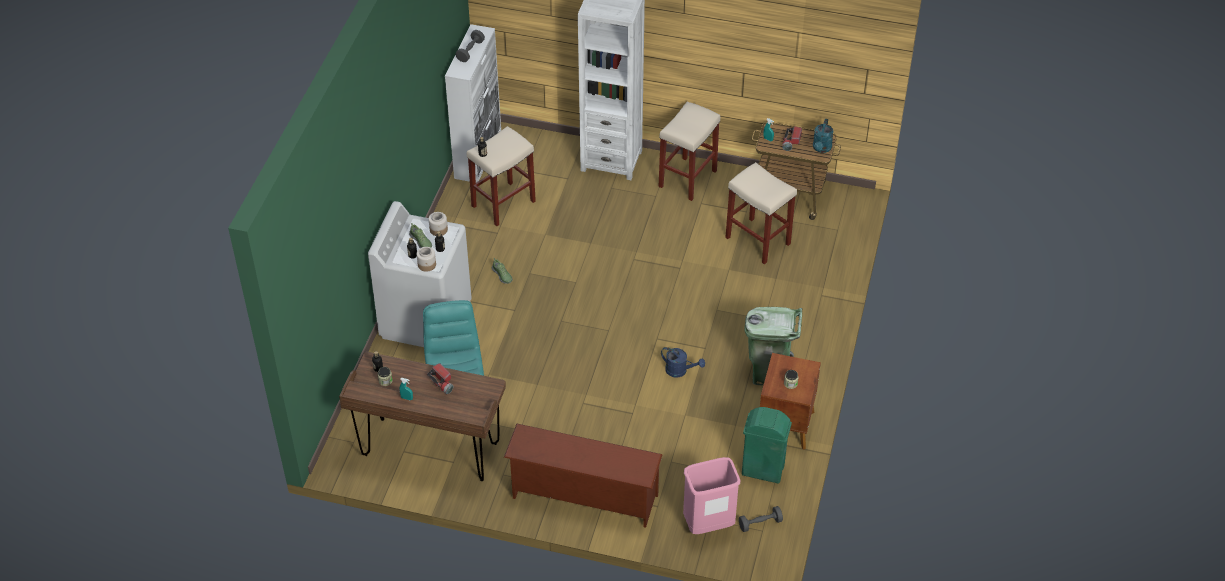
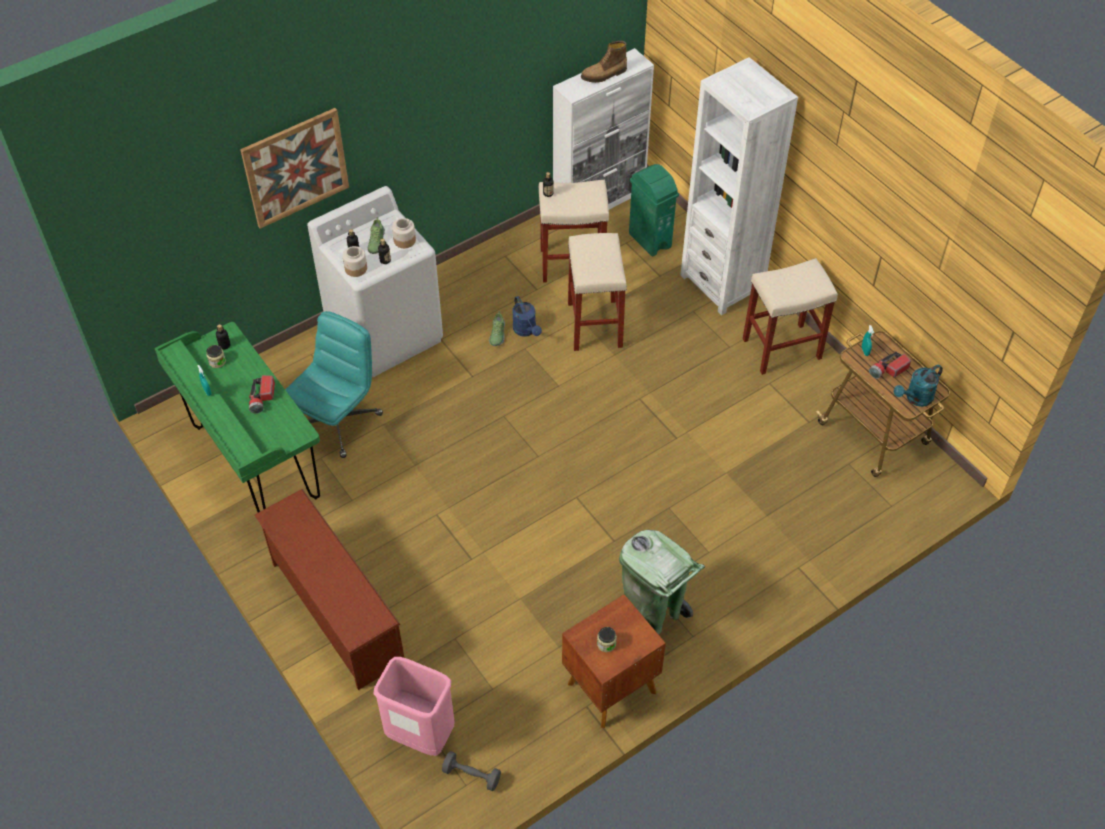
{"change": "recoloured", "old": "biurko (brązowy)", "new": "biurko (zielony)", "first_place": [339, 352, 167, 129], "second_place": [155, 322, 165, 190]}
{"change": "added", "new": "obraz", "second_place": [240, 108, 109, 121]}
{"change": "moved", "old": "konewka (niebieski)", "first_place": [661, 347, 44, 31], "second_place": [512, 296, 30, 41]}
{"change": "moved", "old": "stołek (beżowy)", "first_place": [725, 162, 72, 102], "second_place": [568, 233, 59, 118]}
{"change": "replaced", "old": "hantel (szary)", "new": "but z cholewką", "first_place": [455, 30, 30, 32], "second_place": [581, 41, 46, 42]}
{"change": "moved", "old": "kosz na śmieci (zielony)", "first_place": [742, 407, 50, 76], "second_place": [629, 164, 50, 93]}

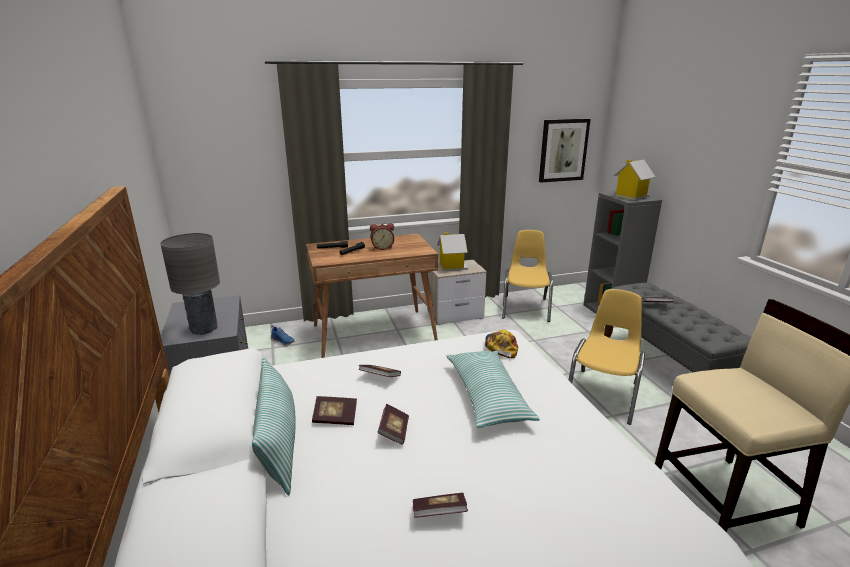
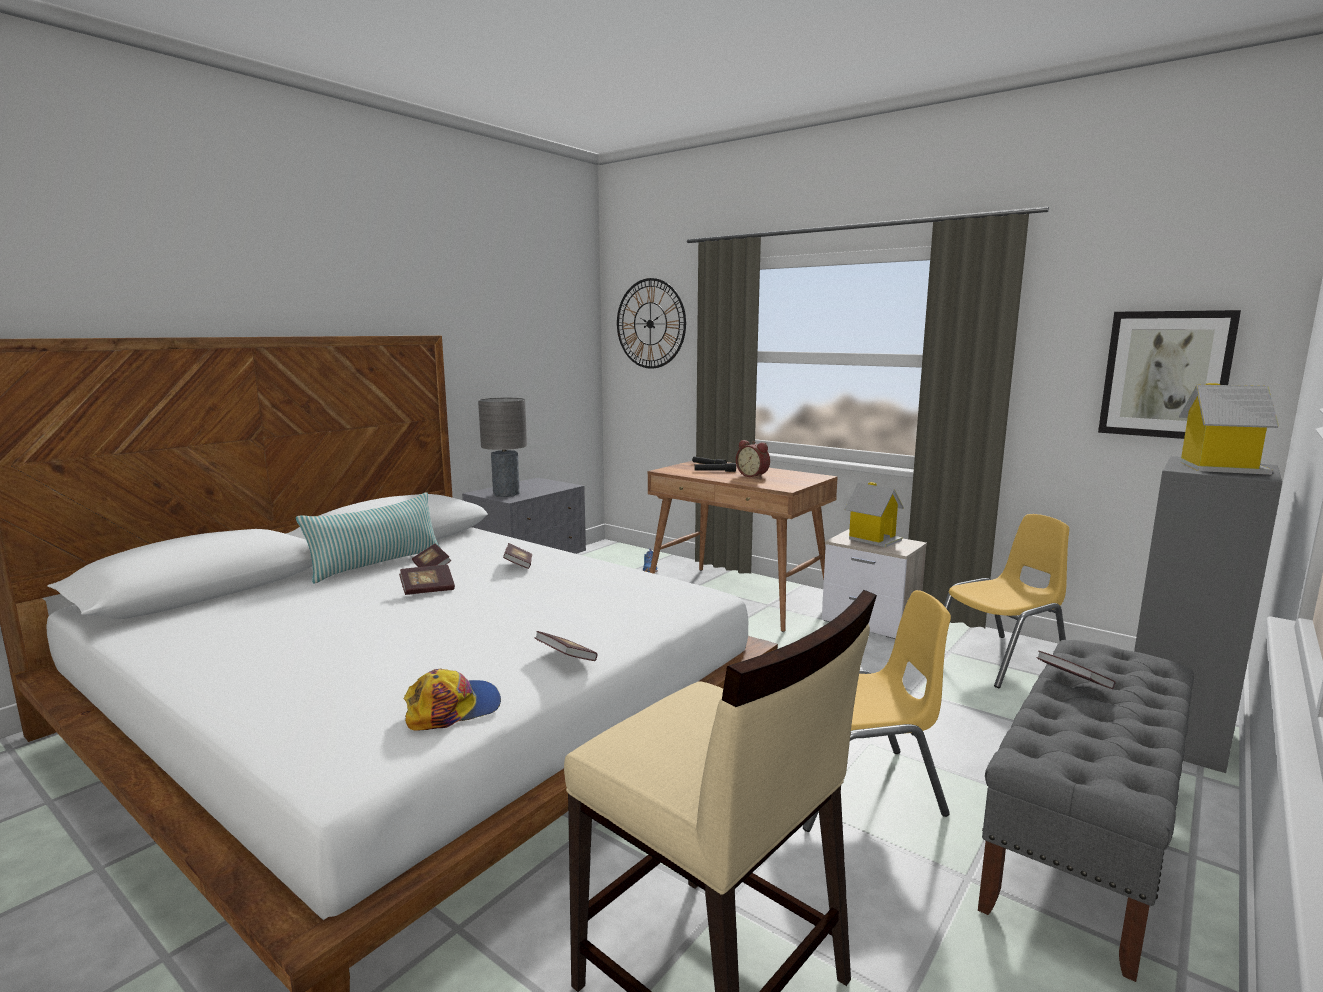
{"change": "moved", "old": "czapka z daszkiem", "first_place": [485, 330, 33, 28], "second_place": [404, 669, 97, 62]}
{"change": "moved", "old": "książka", "first_place": [413, 493, 55, 25], "second_place": [534, 631, 64, 30]}
{"change": "added", "new": "zegar ścienny", "second_place": [617, 278, 69, 91]}
{"change": "removed", "old": "poduszka", "first_place": [446, 351, 94, 77]}

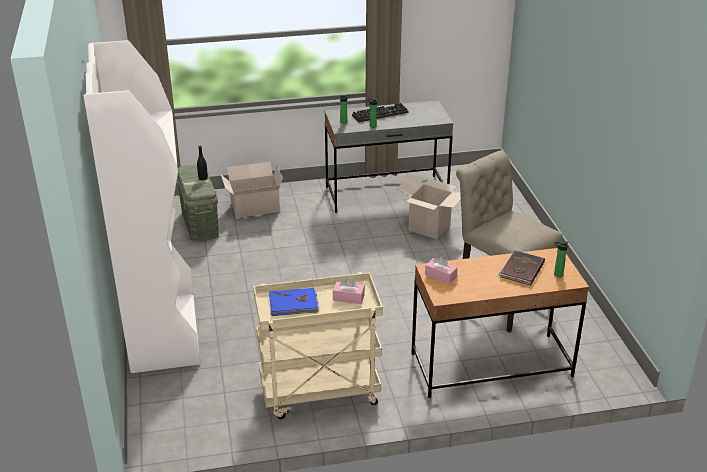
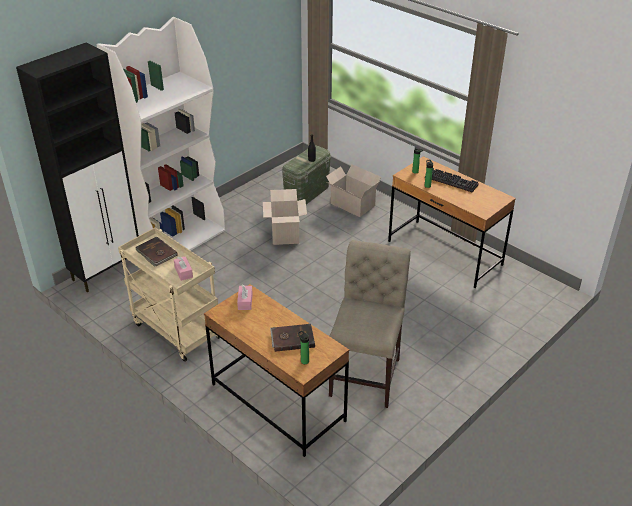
{"change": "added", "new": "szafka (czarny)", "second_place": [16, 42, 123, 250]}
{"change": "recoloured", "old": "książka (niebieski)", "new": "książka (brązowy)", "first_place": [269, 288, 50, 28], "second_place": [136, 236, 42, 31]}
{"change": "moved", "old": "karton", "first_place": [398, 175, 63, 64], "second_place": [263, 189, 44, 56]}
{"change": "recoloured", "old": "biurko (szary)", "new": "biurko (brązowy)", "first_place": [324, 100, 129, 113], "second_place": [388, 156, 128, 132]}

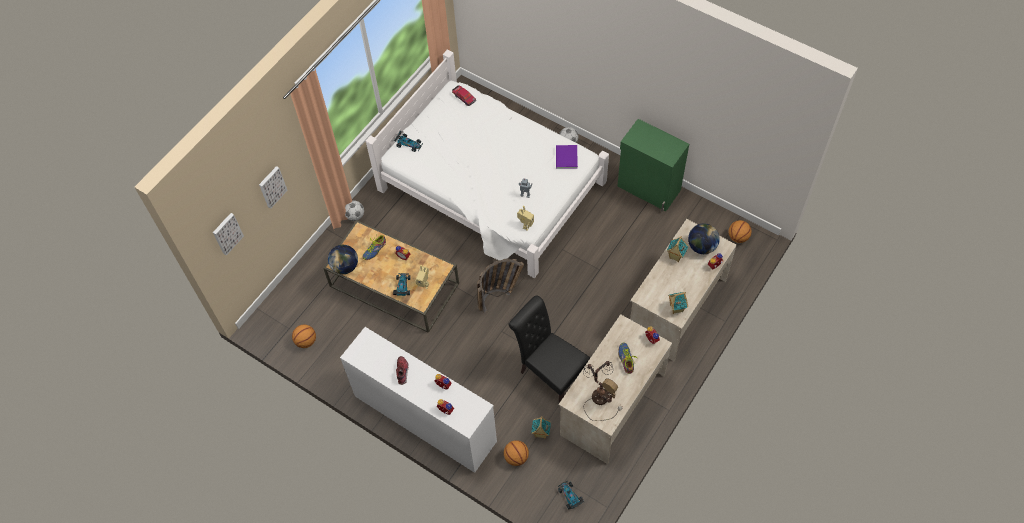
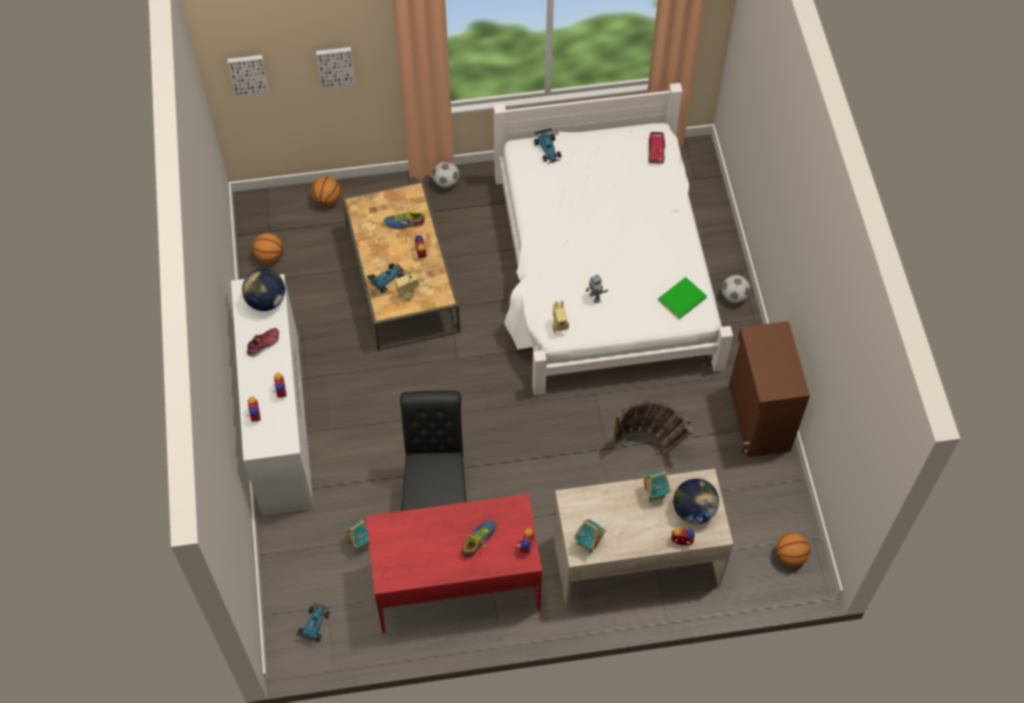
{"change": "moved", "old": "globus", "first_place": [328, 245, 30, 29], "second_place": [242, 268, 43, 43]}
{"change": "moved", "old": "piłka do koszykówki", "first_place": [504, 440, 25, 26], "second_place": [311, 176, 30, 30]}
{"change": "recoloured", "old": "biurko (beżowy)", "new": "biurko (czerwony)", "first_place": [559, 314, 113, 150], "second_place": [366, 494, 176, 139]}
{"change": "moved", "old": "koszyk", "first_place": [477, 258, 48, 56], "second_place": [613, 400, 80, 56]}
{"change": "recoloured", "old": "książka (fioletowy)", "new": "książka (zielony)", "first_place": [556, 145, 22, 24], "second_place": [658, 277, 49, 43]}
{"change": "recoloured", "old": "szafka (zielony)", "new": "szafka (brązowy)", "first_place": [617, 119, 72, 92], "second_place": [729, 321, 81, 136]}
{"change": "removed", "old": "lampa stołowa", "first_place": [583, 361, 40, 60]}

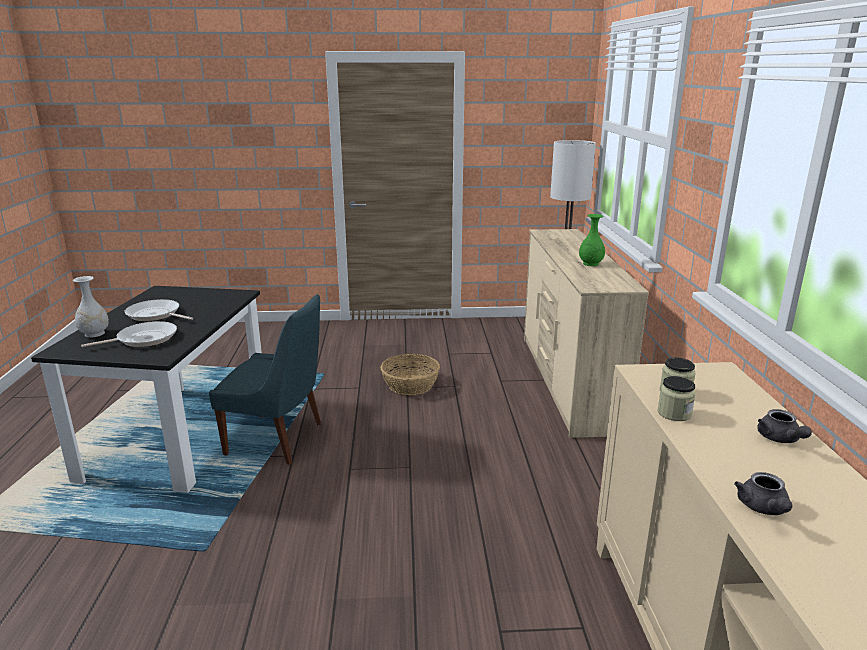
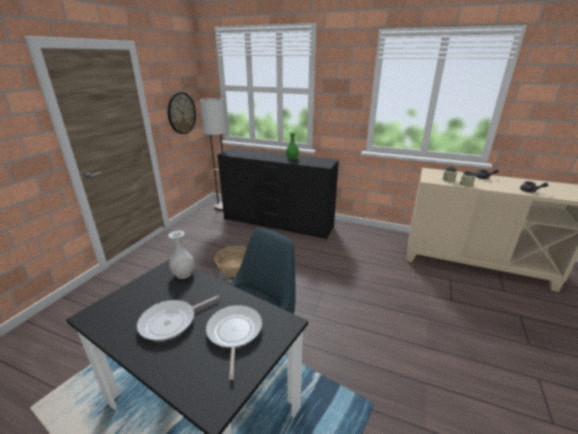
{"change": "added", "new": "zegar ścienny", "second_place": [168, 92, 28, 42]}
{"change": "moved", "old": "wazon (biały)", "first_place": [73, 276, 36, 62], "second_place": [168, 231, 27, 48]}
{"change": "recoloured", "old": "komoda (beżowy)", "new": "komoda (czarny)", "first_place": [524, 229, 125, 209], "second_place": [217, 148, 122, 91]}

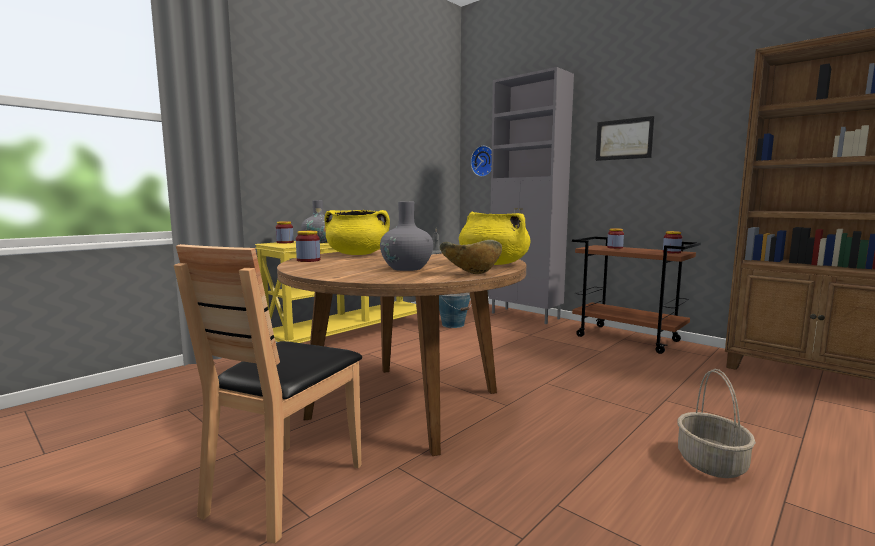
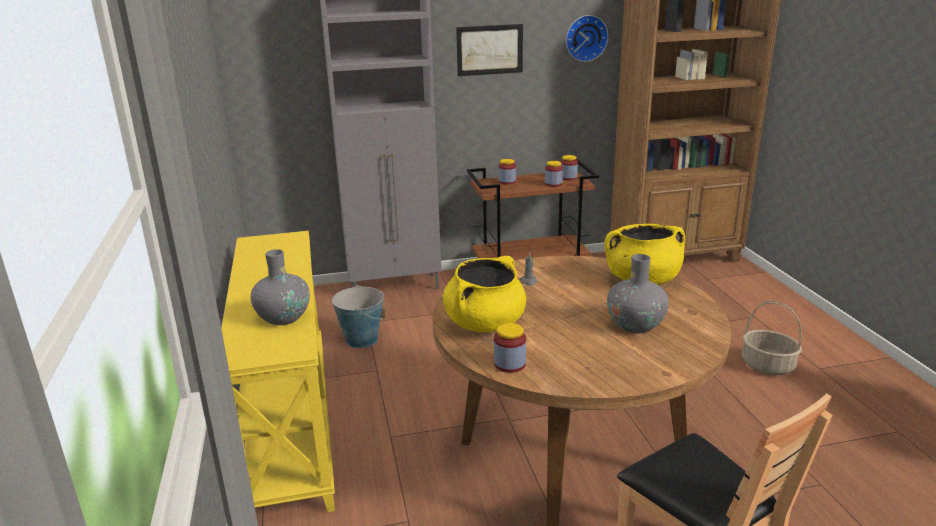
{"change": "moved", "old": "słoik", "first_place": [276, 221, 18, 22], "second_place": [545, 161, 18, 26]}
{"change": "moved", "old": "zegar ścienny", "first_place": [471, 146, 21, 31], "second_place": [566, 15, 43, 47]}
{"change": "removed", "old": "miska", "first_place": [440, 240, 62, 34]}

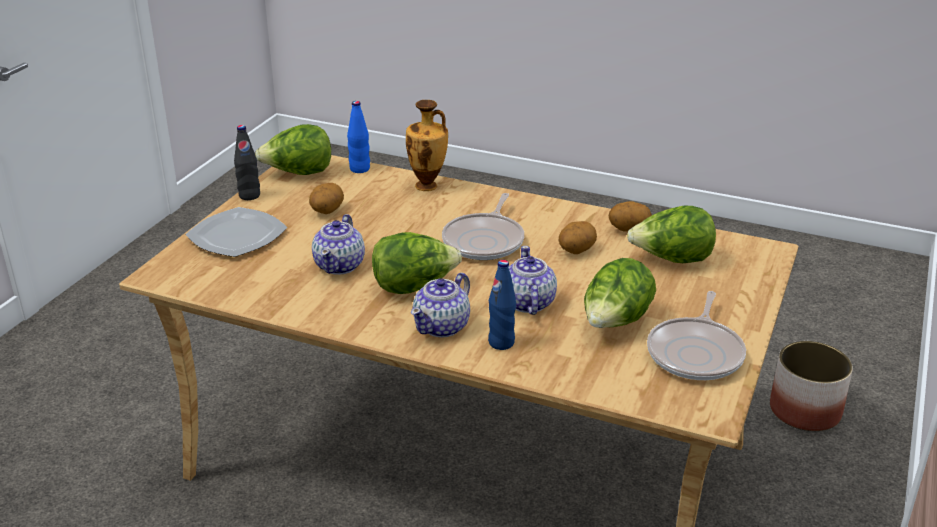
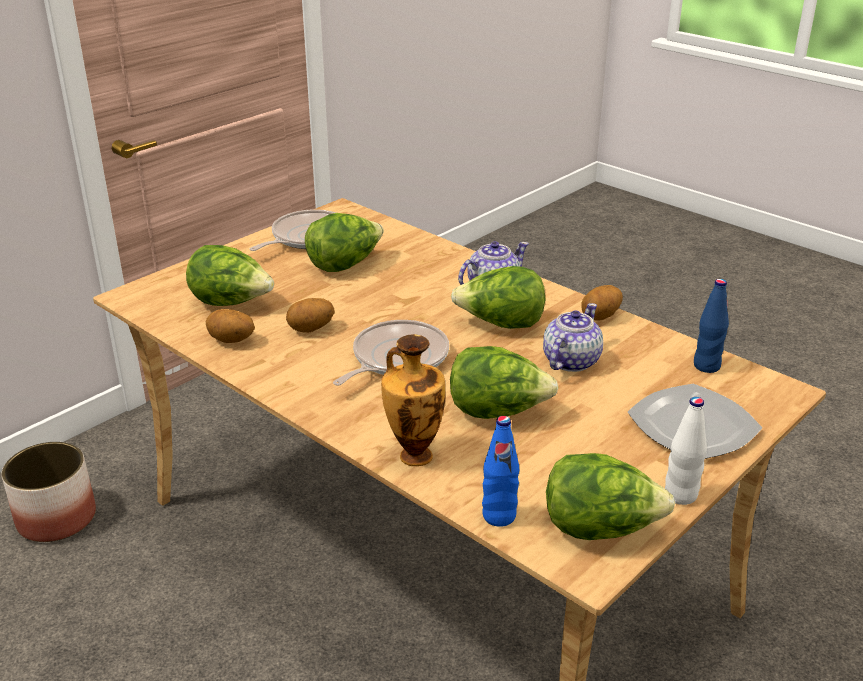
{"change": "added", "new": "sałata", "second_place": [450, 346, 109, 73]}
{"change": "moved", "old": "ziemniak", "first_place": [309, 183, 35, 31], "second_place": [581, 285, 42, 36]}
{"change": "recoloured", "old": "butelka (czarny)", "new": "butelka (biały)", "first_place": [234, 125, 26, 75], "second_place": [665, 397, 42, 108]}
{"change": "moved", "old": "butelka (niebieski)", "first_place": [488, 260, 28, 90], "second_place": [694, 279, 35, 94]}
{"change": "removed", "old": "imbryk", "first_place": [509, 246, 48, 69]}

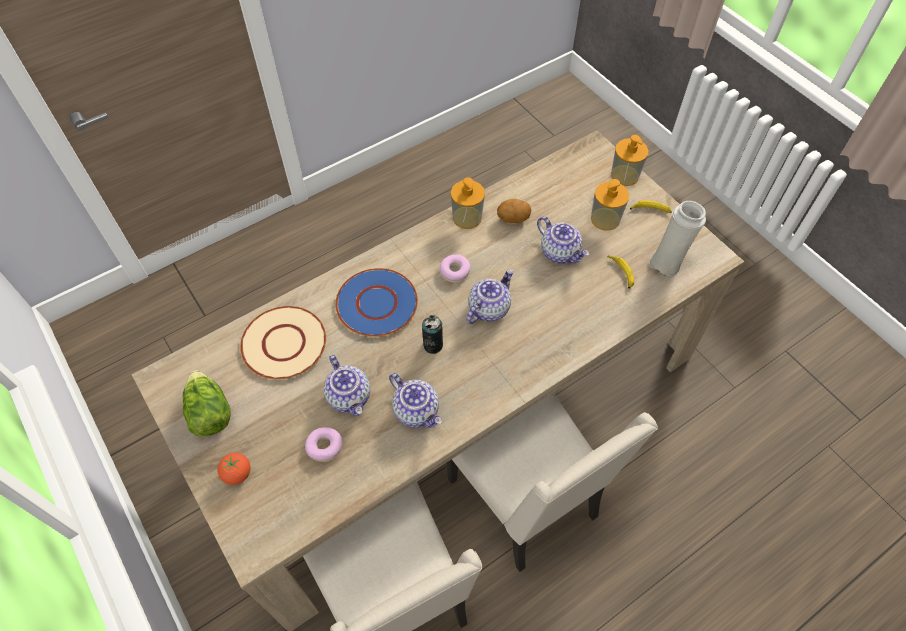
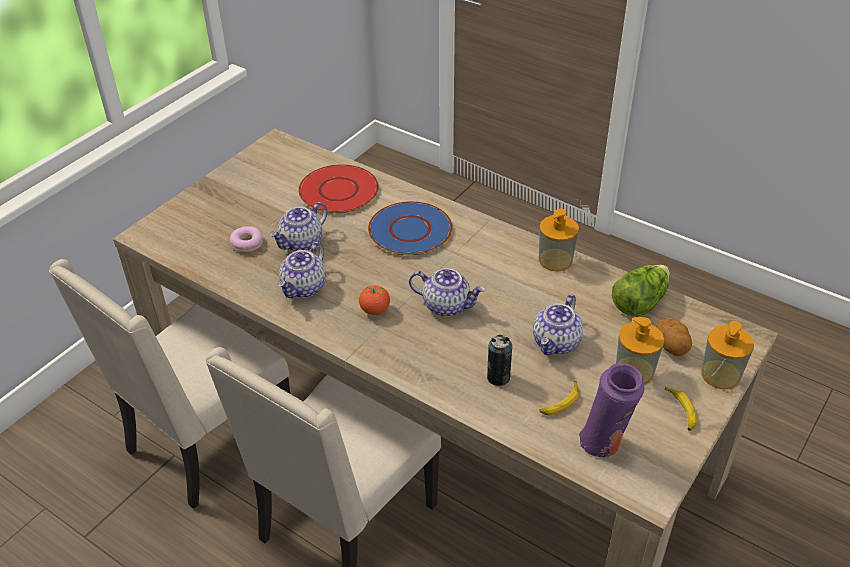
{"change": "recoloured", "old": "talerz (beżowy)", "new": "talerz (czerwony)", "first_place": [240, 306, 86, 74], "second_place": [298, 164, 81, 49]}
{"change": "moved", "old": "pomidor", "first_place": [217, 453, 34, 32], "second_place": [359, 286, 31, 29]}
{"change": "moved", "old": "puszka", "first_place": [422, 315, 21, 39], "second_place": [487, 334, 25, 52]}
{"change": "recoloured", "old": "wazon (biały)", "new": "wazon (fioletowy)", "first_place": [649, 201, 57, 76], "second_place": [579, 363, 65, 94]}
{"change": "moved", "old": "sałata", "first_place": [183, 371, 47, 66], "second_place": [612, 265, 58, 51]}
{"change": "moved", "old": "ziemniak", "first_place": [497, 199, 34, 24], "second_place": [656, 318, 36, 38]}
{"change": "removed", "old": "donut", "first_place": [440, 254, 31, 29]}

